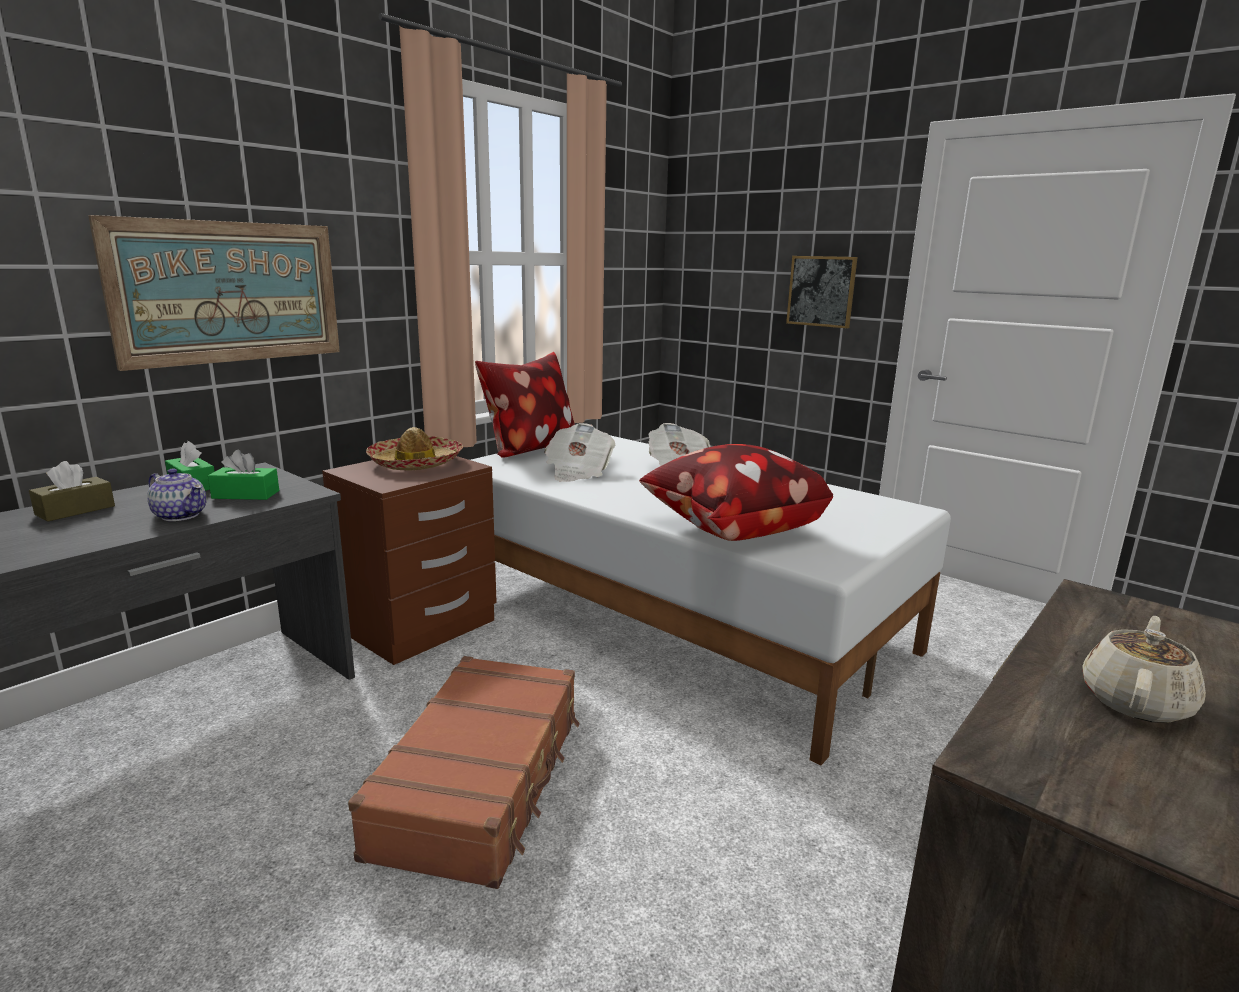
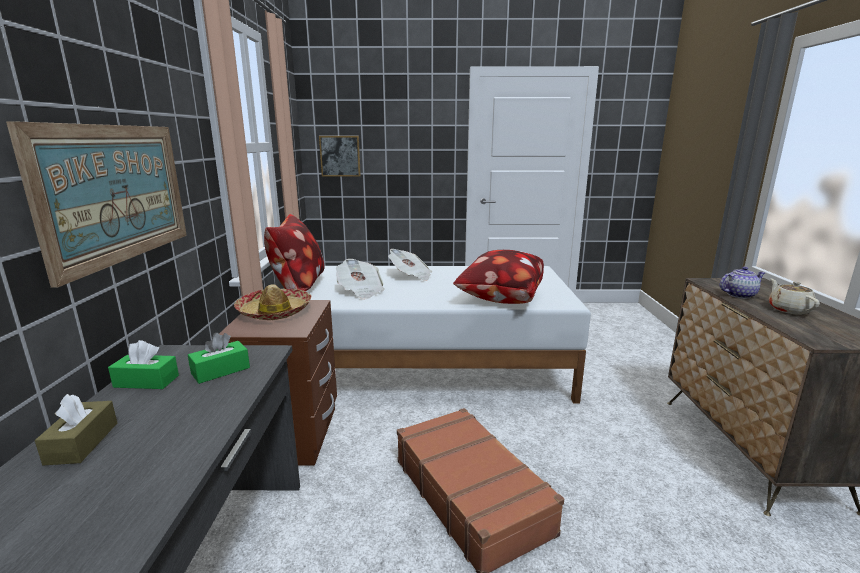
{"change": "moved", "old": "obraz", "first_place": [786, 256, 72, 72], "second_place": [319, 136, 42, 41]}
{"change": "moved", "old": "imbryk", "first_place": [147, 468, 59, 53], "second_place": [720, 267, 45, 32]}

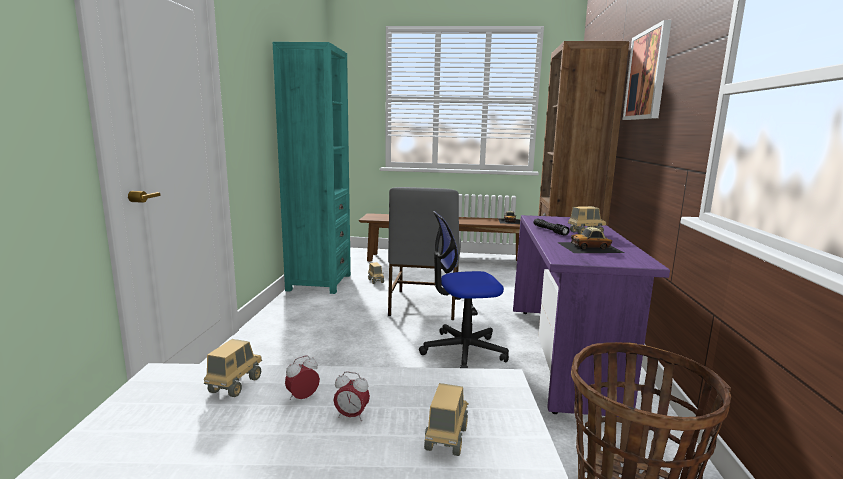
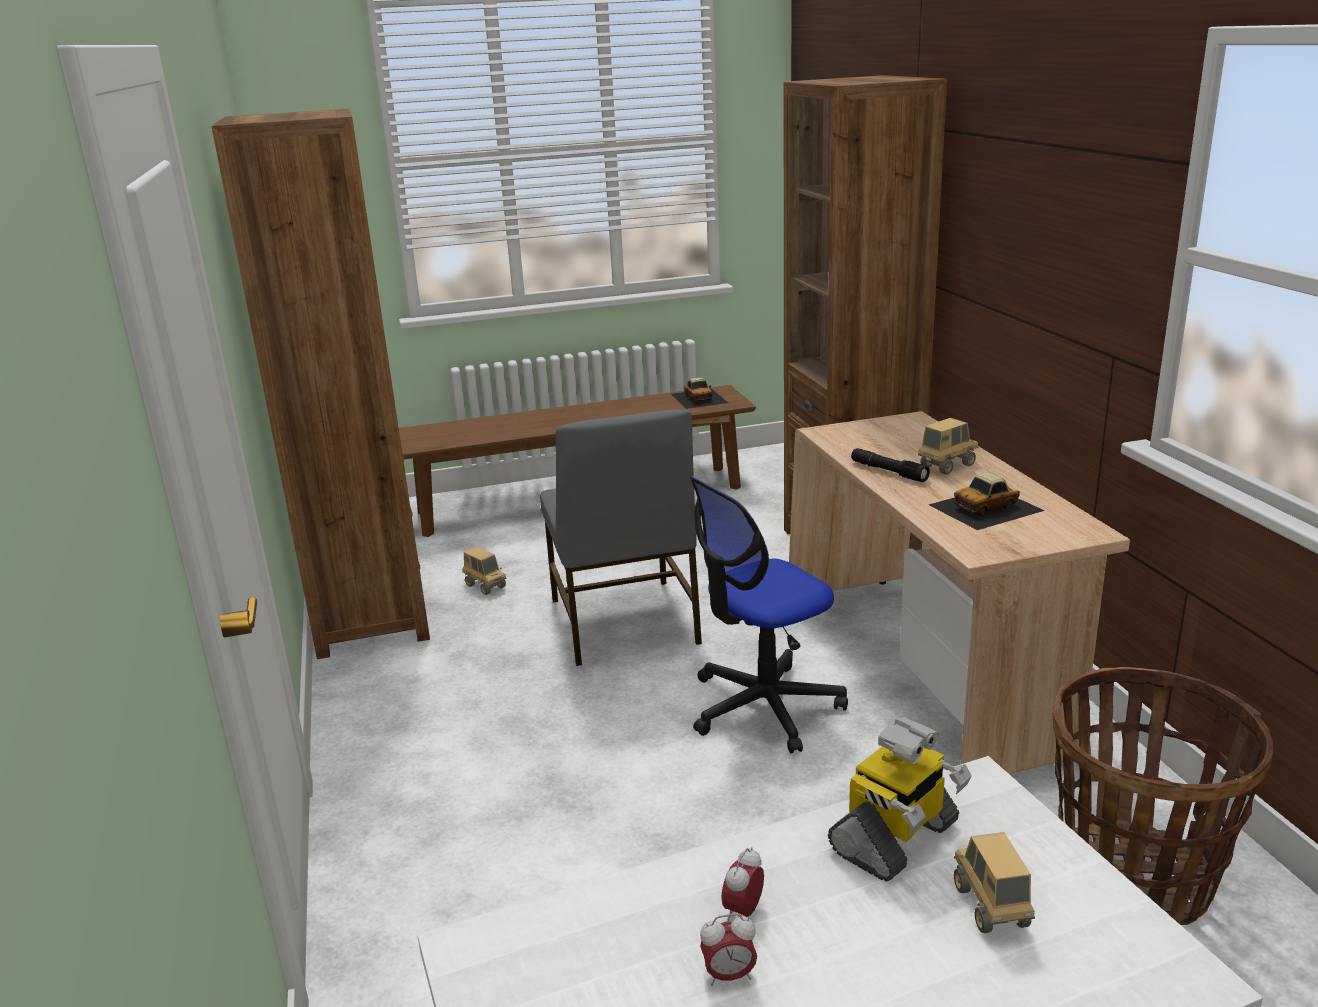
{"change": "recoloured", "old": "regał (turkusowy)", "new": "regał (brązowy)", "first_place": [273, 42, 78, 252], "second_place": [212, 109, 218, 550]}
{"change": "moved", "old": "budzik", "first_place": [334, 372, 36, 50], "second_place": [700, 914, 57, 72]}
{"change": "recoloured", "old": "biurko (fioletowy)", "new": "biurko (beżowy)", "first_place": [513, 215, 157, 202], "second_place": [789, 411, 341, 363]}
{"change": "added", "new": "robot zabawkowy", "second_place": [828, 717, 144, 165]}
{"change": "removed", "old": "ciężarówka zabawkowa", "first_place": [204, 339, 58, 58]}
{"change": "removed", "old": "obraz", "first_place": [623, 20, 49, 100]}

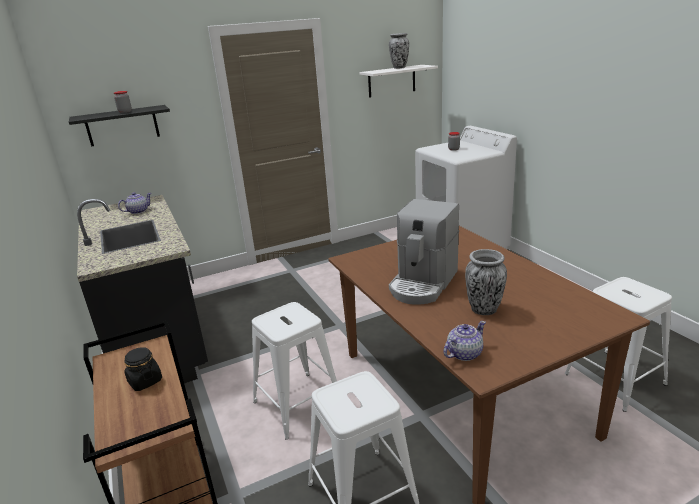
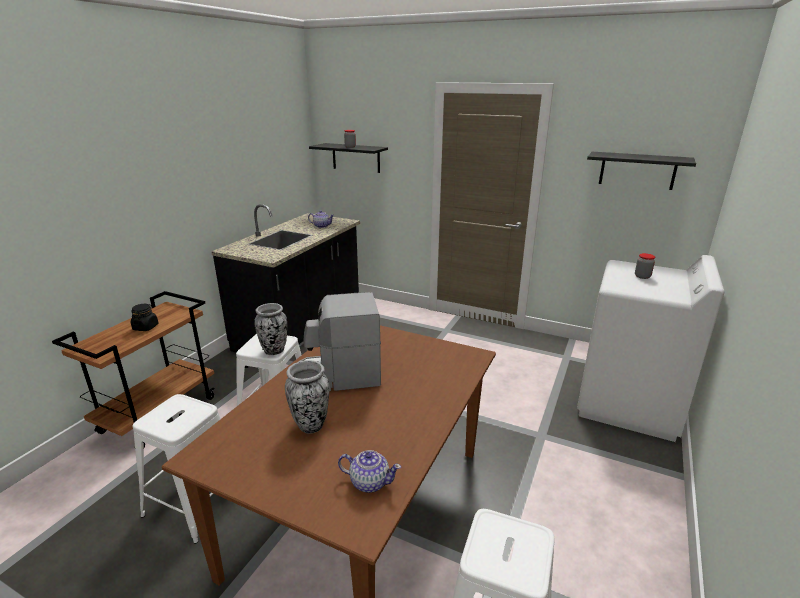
{"change": "moved", "old": "wazon", "first_place": [389, 33, 20, 36], "second_place": [254, 303, 33, 52]}
{"change": "moved", "old": "imbryk", "first_place": [443, 321, 43, 40], "second_place": [338, 450, 63, 43]}
{"change": "recoloured", "old": "półka (biały)", "new": "półka (czarny)", "first_place": [359, 65, 79, 33], "second_place": [587, 152, 109, 38]}

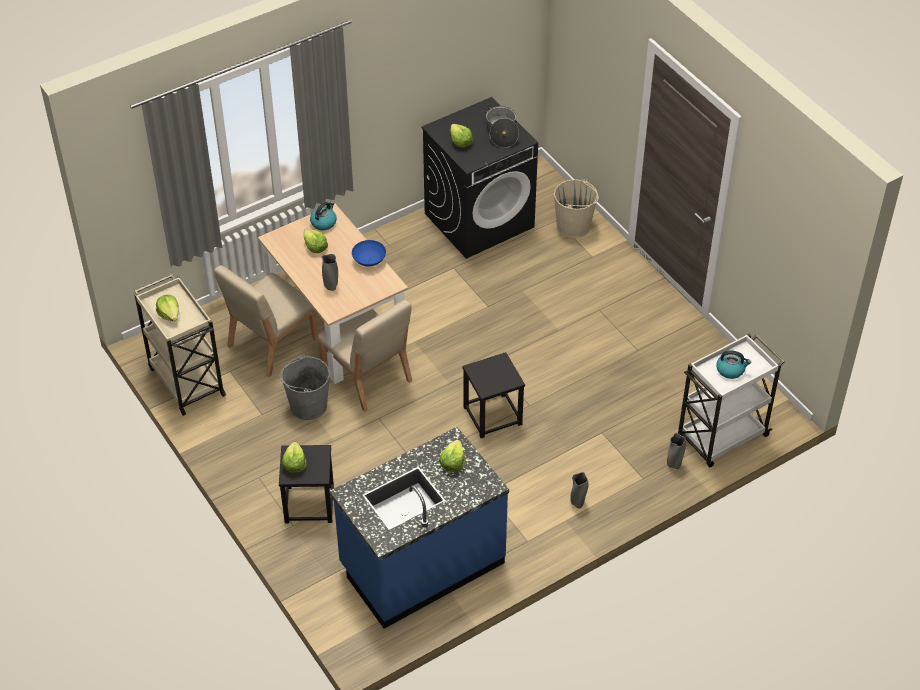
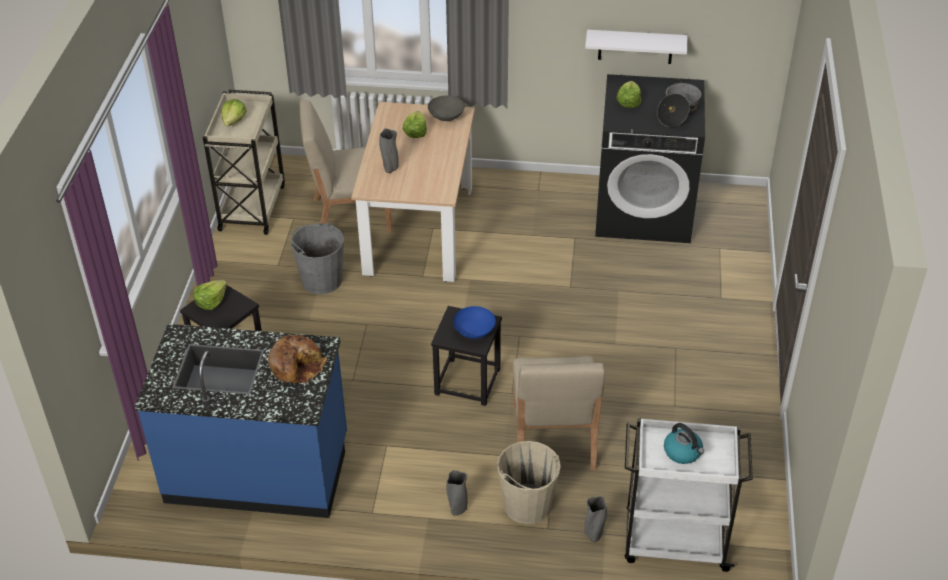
{"change": "replaced", "old": "sałata", "new": "chleb", "first_place": [439, 440, 26, 32], "second_place": [268, 335, 59, 49]}
{"change": "replaced", "old": "czajnik", "new": "miska (szary)", "first_place": [310, 202, 27, 28], "second_place": [428, 96, 37, 25]}
{"change": "moved", "old": "miska (niebieski)", "first_place": [352, 240, 34, 27], "second_place": [453, 306, 43, 33]}
{"change": "moved", "old": "wiadro (beżowy)", "first_place": [554, 179, 45, 59], "second_place": [497, 441, 64, 84]}
{"change": "moved", "old": "krzesło (beżowy)", "first_place": [317, 300, 95, 112], "second_place": [513, 356, 92, 114]}
{"change": "added", "new": "półka (biały)", "second_place": [585, 30, 102, 34]}

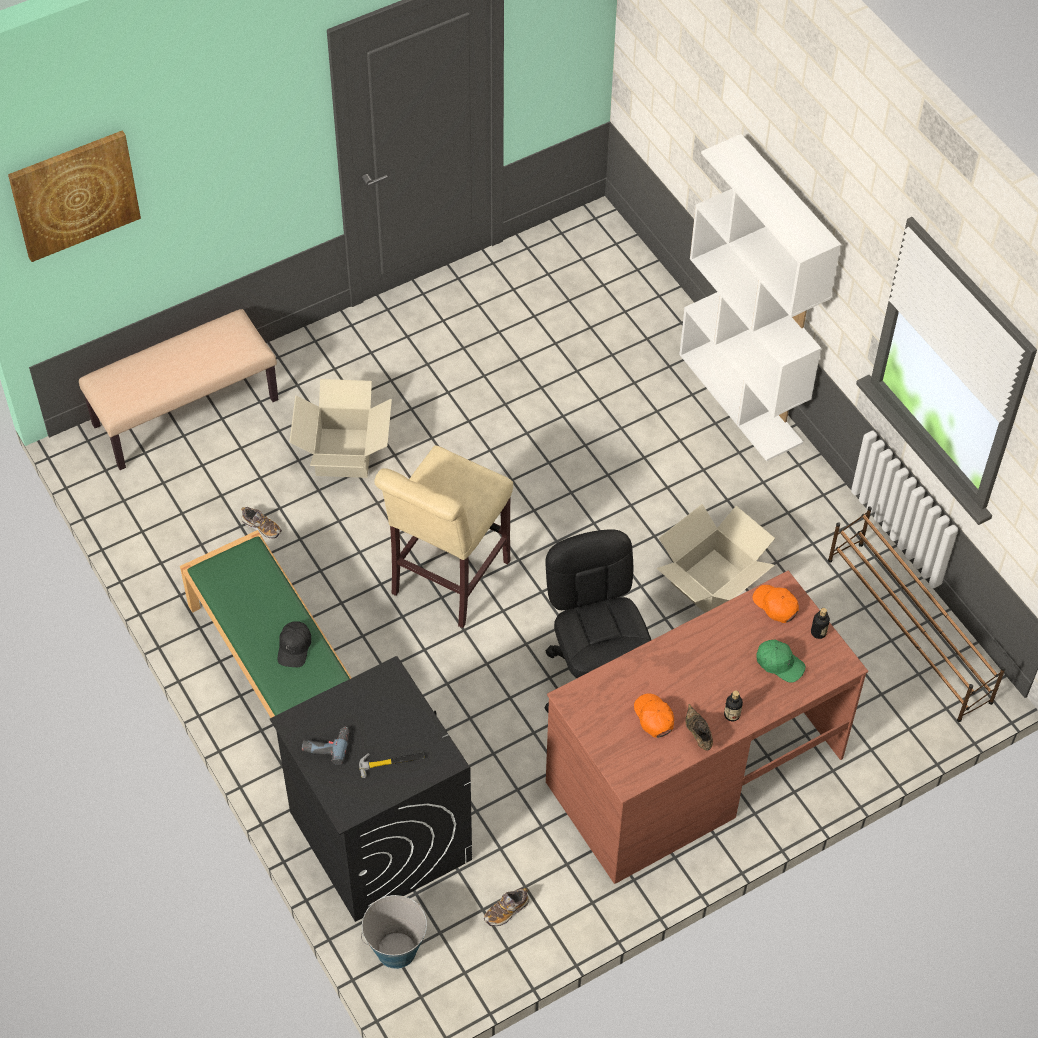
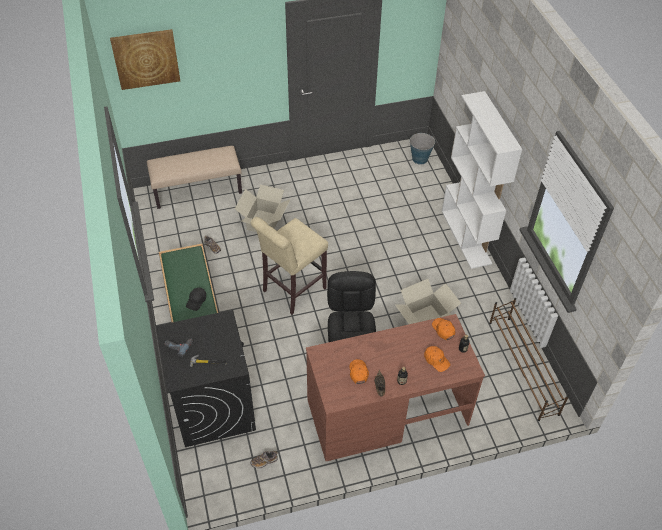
{"change": "moved", "old": "wiadro", "first_place": [361, 895, 66, 74], "second_place": [410, 133, 25, 32]}
{"change": "recoloured", "old": "czapka z daszkiem (zielony)", "new": "czapka z daszkiem (pomarańczowy)", "first_place": [756, 640, 50, 43], "second_place": [424, 346, 26, 26]}

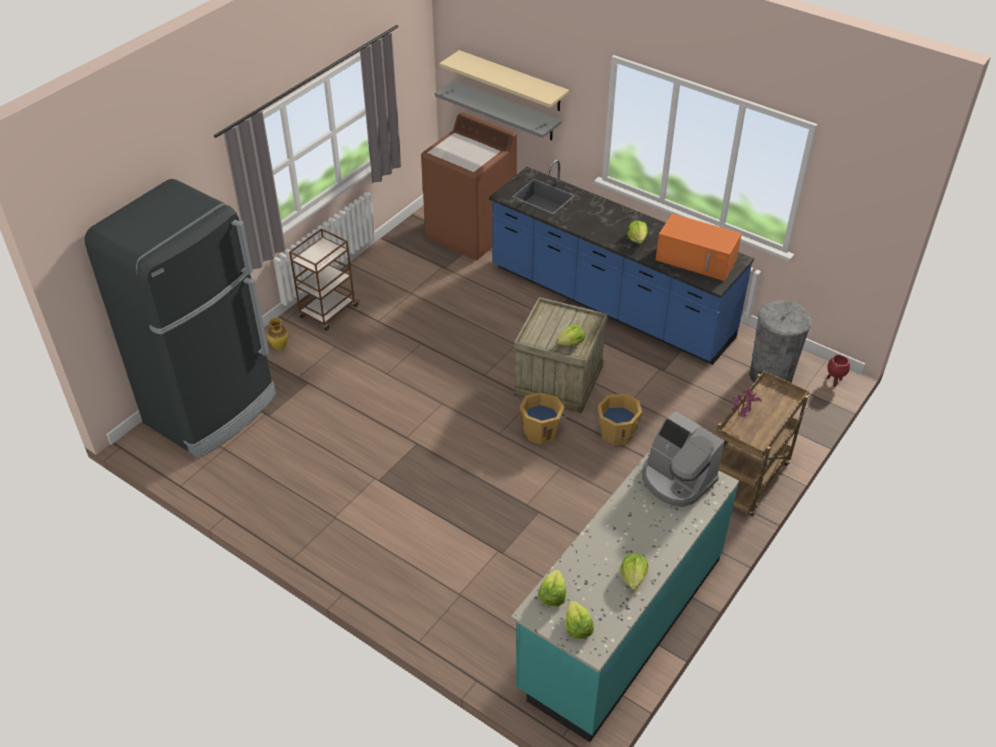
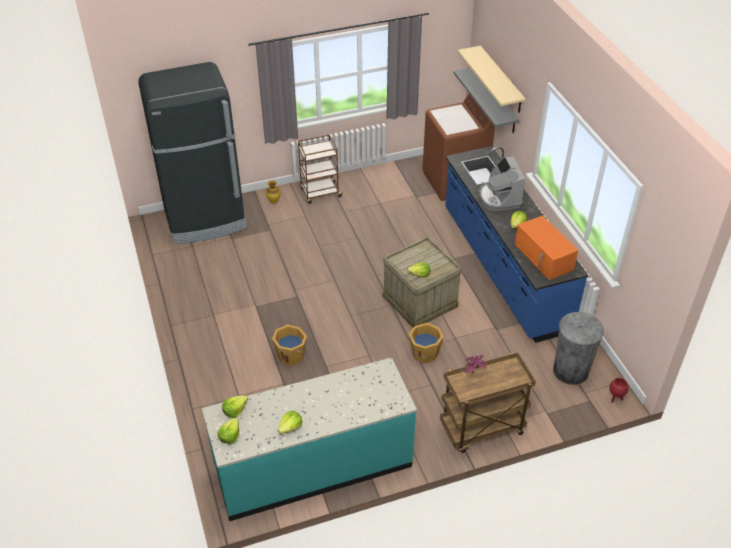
{"change": "moved", "old": "wiadro (pomarańczowy)", "first_place": [518, 393, 50, 52], "second_place": [272, 324, 35, 42]}
{"change": "moved", "old": "ekspres do kawy", "first_place": [642, 411, 83, 96], "second_place": [479, 157, 46, 54]}

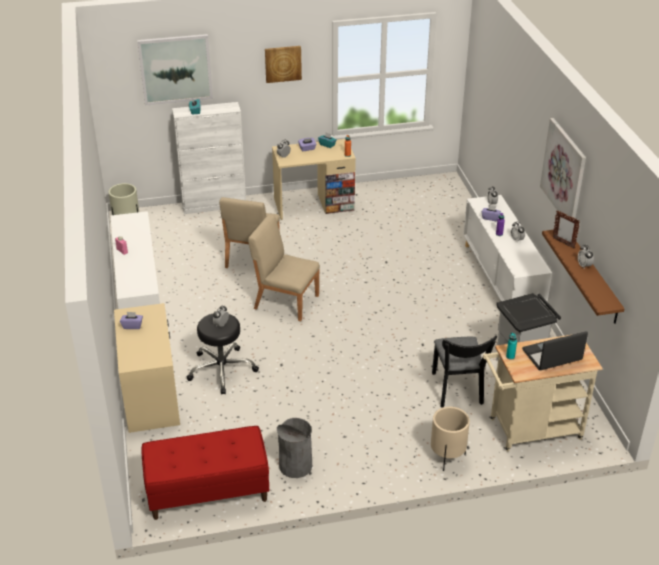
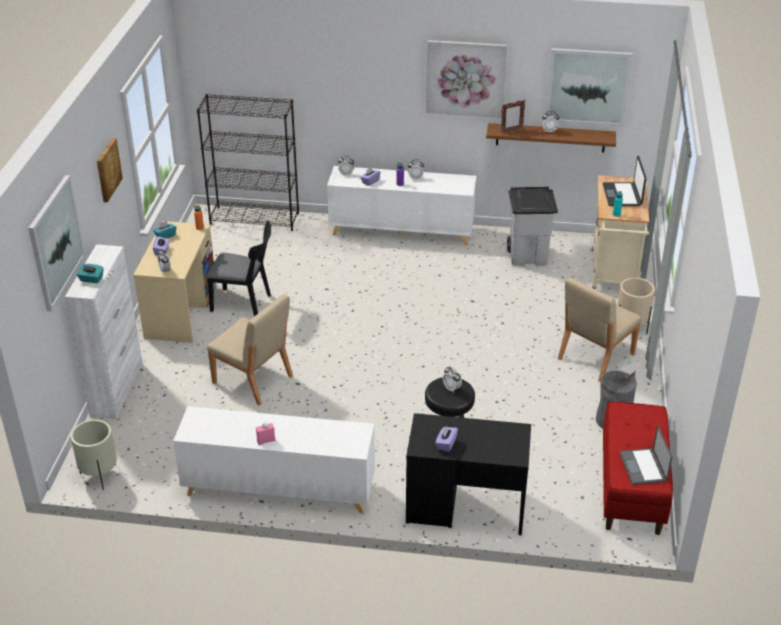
{"change": "added", "new": "regał (czarny)", "second_place": [197, 94, 102, 137]}
{"change": "moved", "old": "krzesło (czarny)", "first_place": [432, 336, 65, 72], "second_place": [206, 220, 65, 96]}
{"change": "recoloured", "old": "biurko (beżowy)", "new": "biurko (czarny)", "first_place": [114, 303, 66, 130], "second_place": [406, 413, 125, 122]}
{"change": "added", "new": "obraz", "second_place": [546, 48, 87, 79]}
{"change": "moved", "old": "krzesło (beżowy)", "first_place": [248, 214, 72, 108], "second_place": [558, 277, 83, 105]}
{"change": "added", "new": "laptop", "second_place": [619, 425, 53, 60]}

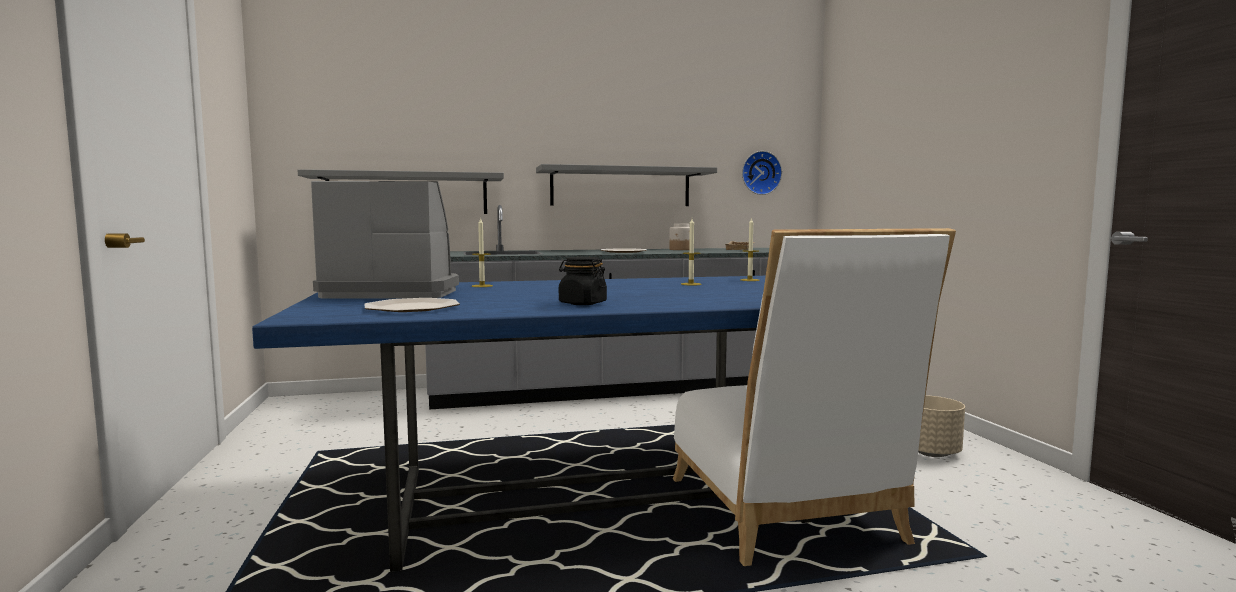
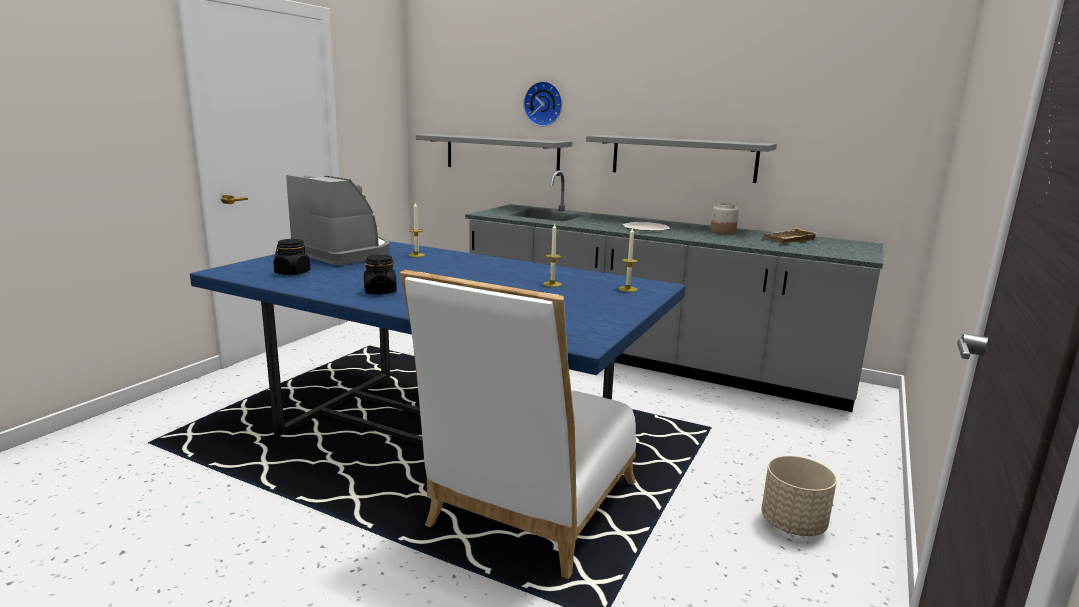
{"change": "replaced", "old": "talerz", "new": "słoik (czarny)", "first_place": [365, 298, 95, 14], "second_place": [273, 239, 37, 36]}
{"change": "moved", "old": "zegar ścienny", "first_place": [742, 151, 40, 44], "second_place": [523, 81, 39, 46]}

